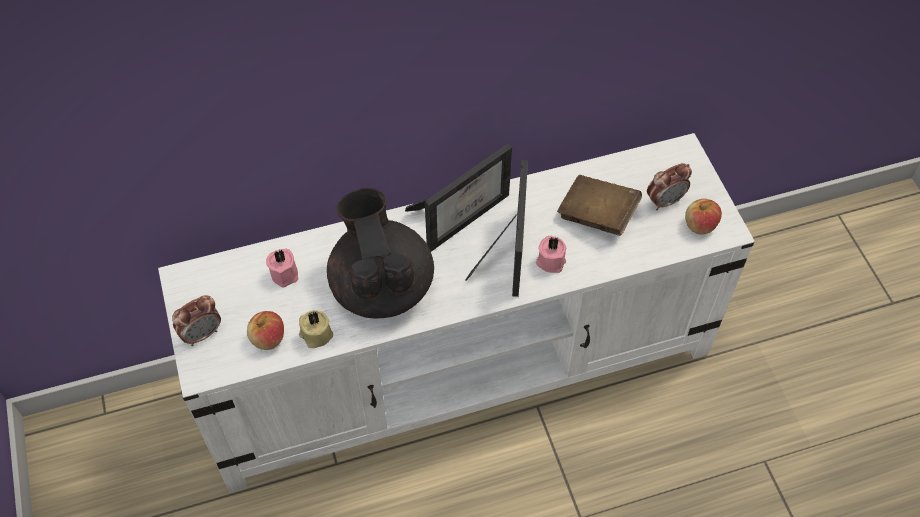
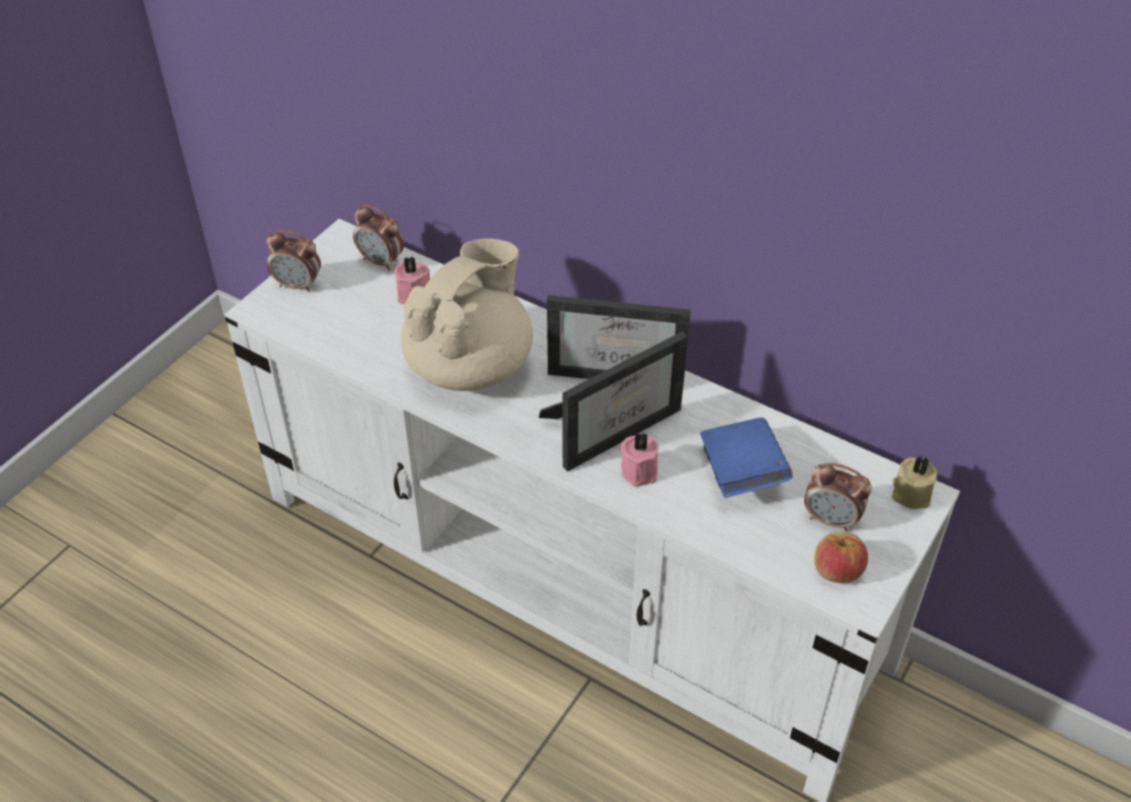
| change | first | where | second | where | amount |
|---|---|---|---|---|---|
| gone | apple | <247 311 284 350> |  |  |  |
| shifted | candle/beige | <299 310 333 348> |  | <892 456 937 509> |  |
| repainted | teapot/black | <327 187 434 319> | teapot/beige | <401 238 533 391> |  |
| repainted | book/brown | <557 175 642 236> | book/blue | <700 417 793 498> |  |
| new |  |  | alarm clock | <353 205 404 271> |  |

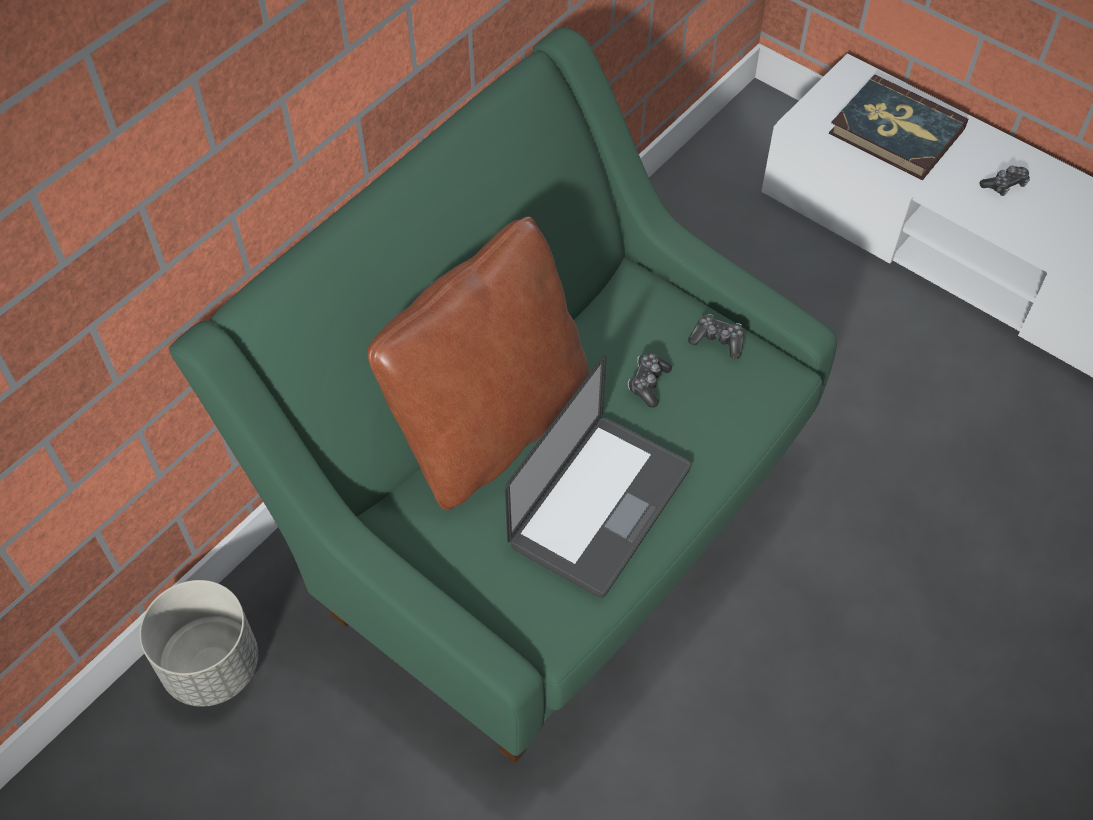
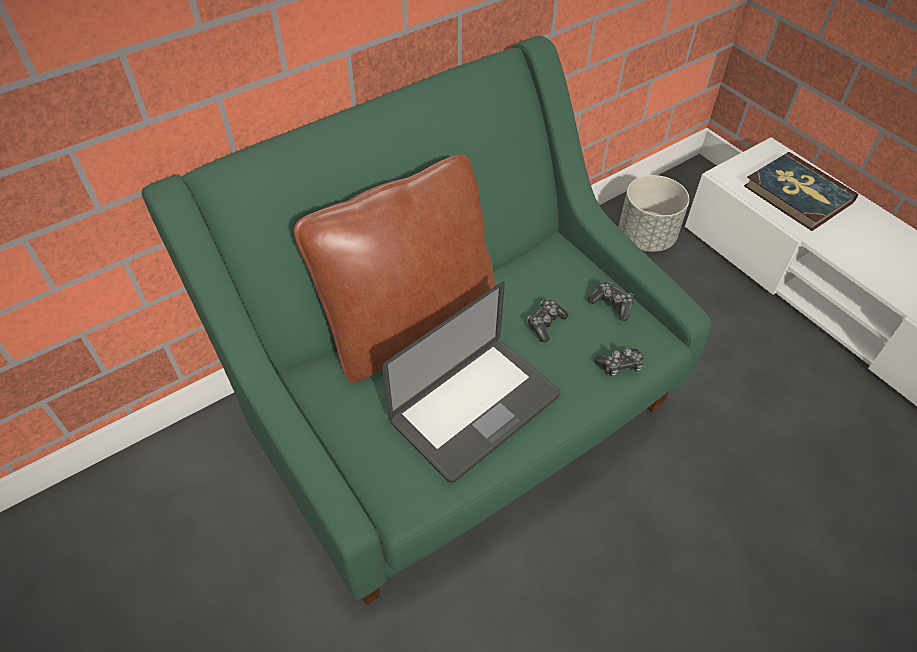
| change | first | where | second | where | amount |
|---|---|---|---|---|---|
| shifted | planter/grey | <139 580 258 707> |  | <619 175 689 252> |  |
| shifted | game controller | <979 166 1030 196> |  | <594 348 644 377> |  |

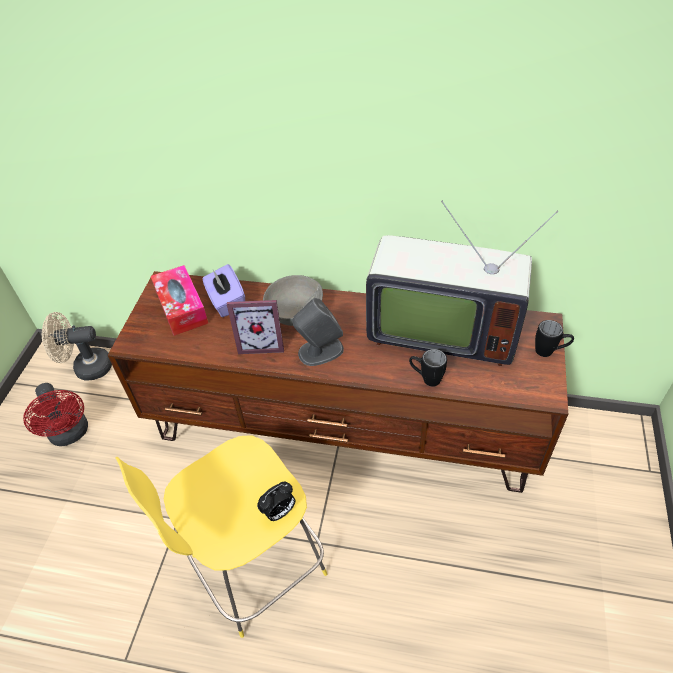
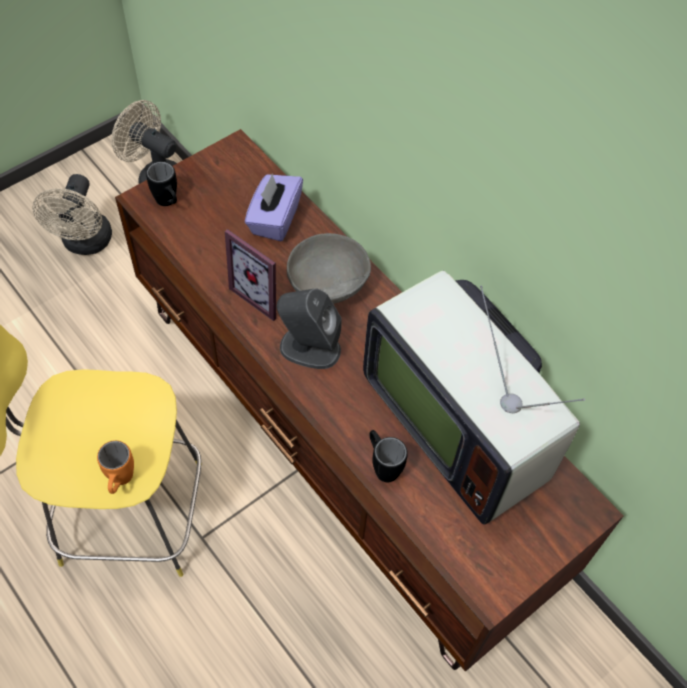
| change | first | where | second | where | amount |
|---|---|---|---|---|---|
| repainted | fan/red | <23 383 88 446> | fan/beige | <32 174 112 255> |  |
| gone | tissue box | <151 265 209 336> |  |  |  |
| swapped | alarm clock | <257 482 295 521> | mug/orange | <97 440 134 494> |  |
| shifted | mug/black | <535 320 574 357> |  | <146 162 177 206> |  |

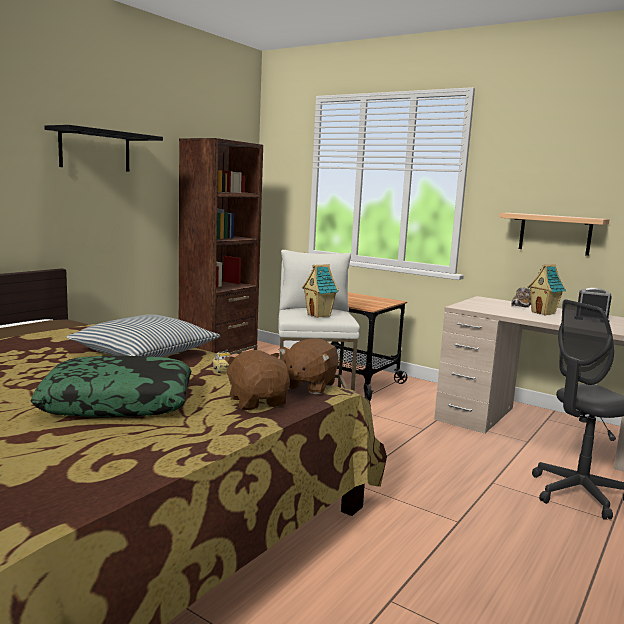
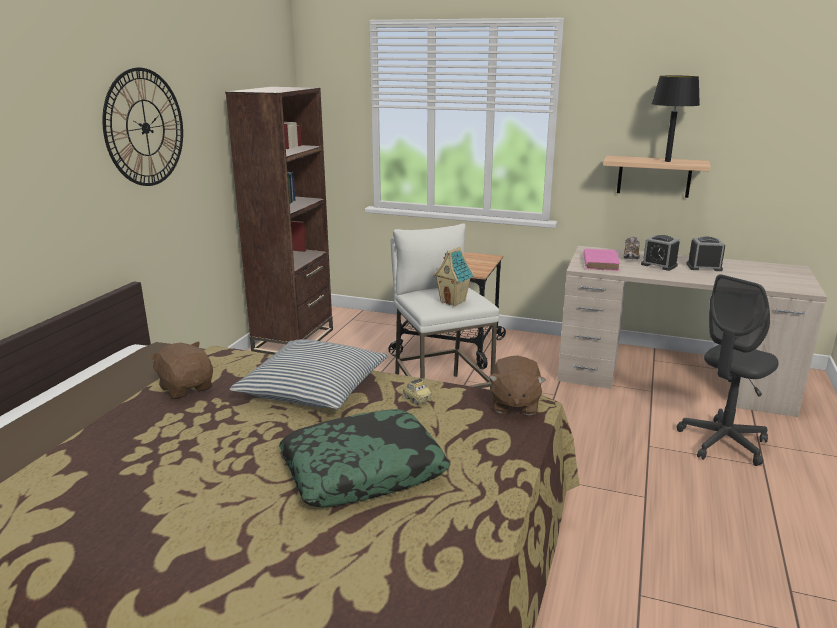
| change | first | where | second | where | amount |
|---|---|---|---|---|---|
| swapped | shelf/black | <44 125 163 172> | wall clock | <102 67 183 186> |  |
| shifted | plush toy/brown | <224 350 290 410> |  | <149 342 213 399> |  |
| swapped | toy house | <527 264 566 316> | alarm clock | <641 235 680 271> |  |
| new |  |  | book/pink | <583 249 620 271> |  |
| new |  |  | table lamp/black | <651 76 700 162> |  |

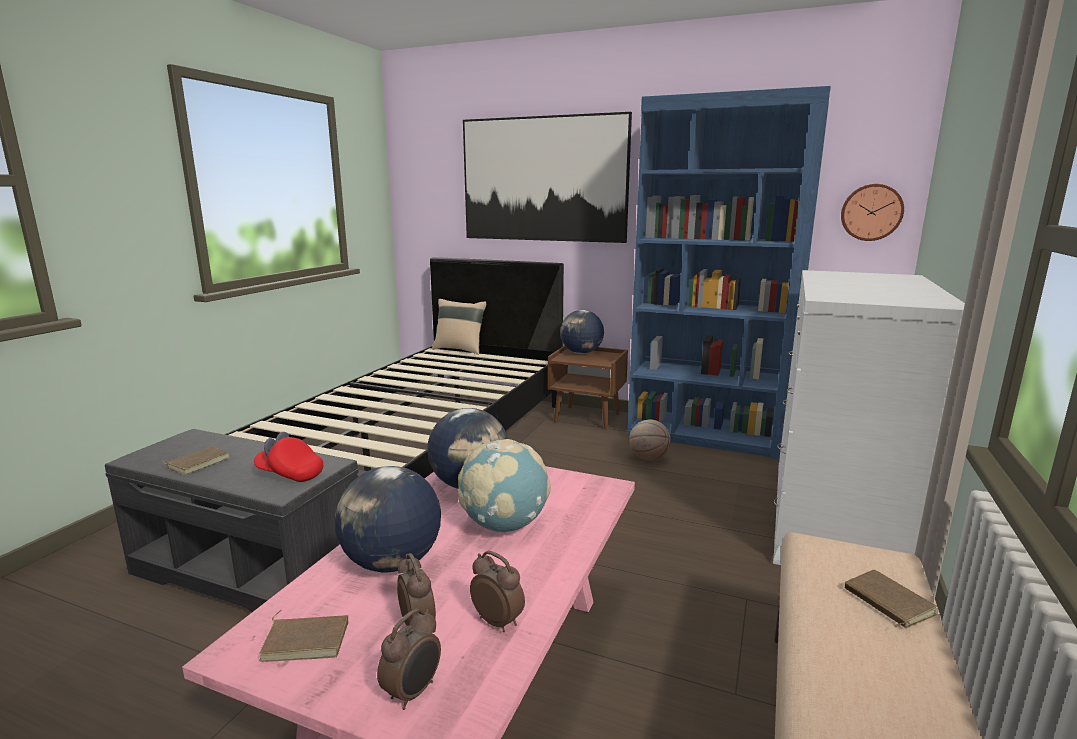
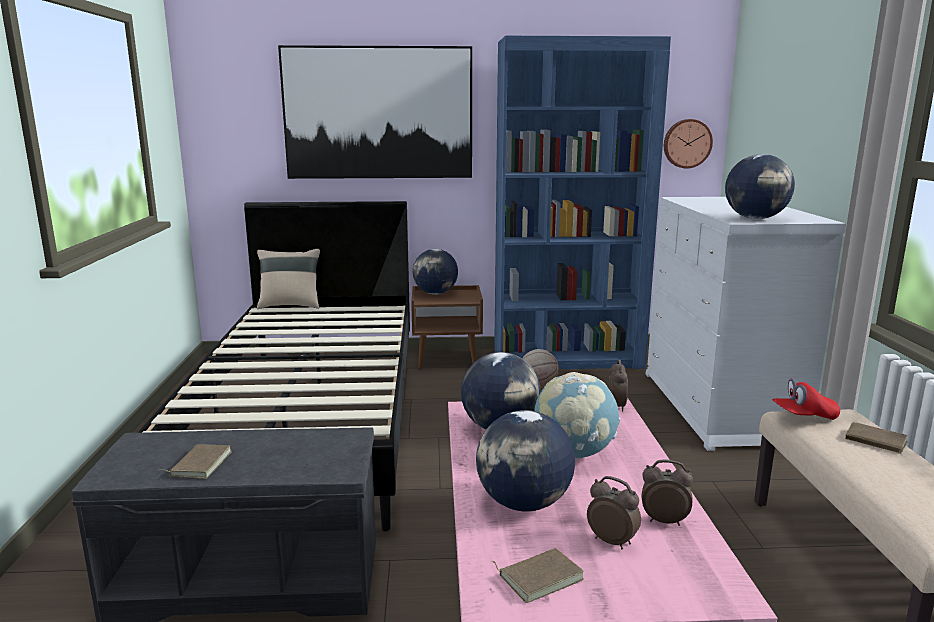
| change | first | where | second | where | amount |
|---|---|---|---|---|---|
| shifted | cap/red | <254 432 323 482> |  | <772 378 840 420> |  |
| shifted | alarm clock | <377 608 441 710> |  | <609 360 628 412> |  |
| new |  |  | globe | <725 154 795 219> |  |

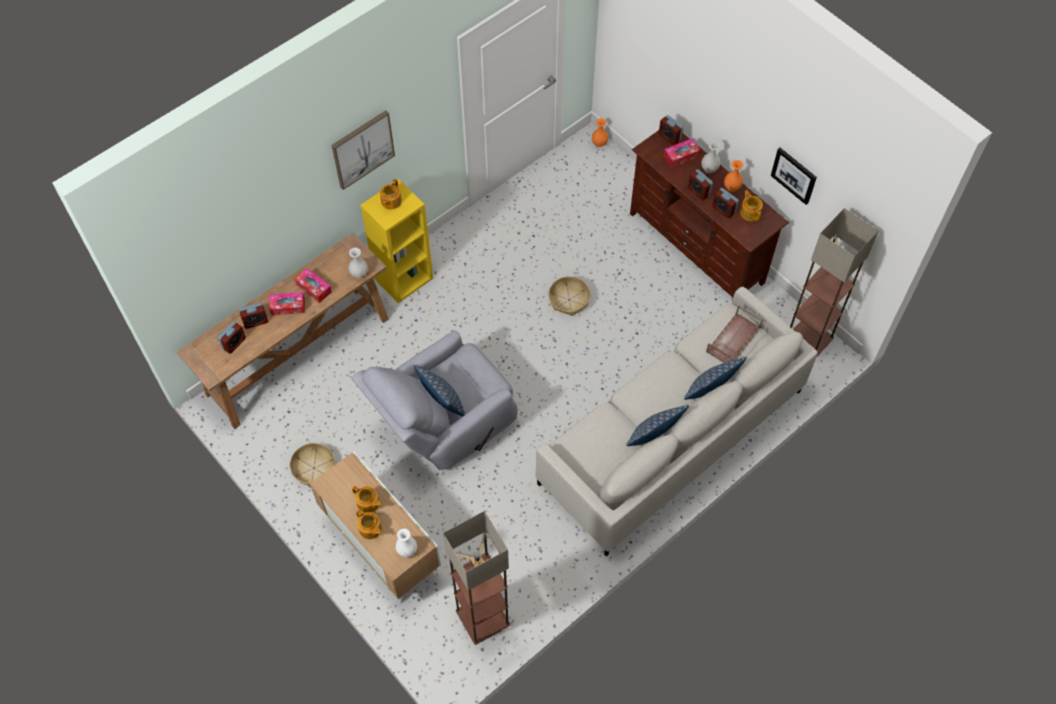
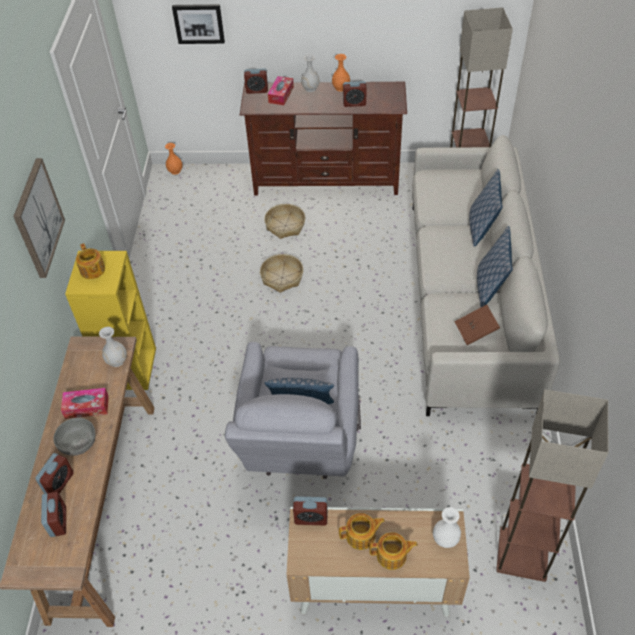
| change | first | where | second | where | amount |
|---|---|---|---|---|---|
| swapped | tissue box | <269 292 305 316> | bowl/grey | <53 418 95 456> |  |
| shifted | basket | <290 443 335 487> |  | <264 204 305 239> |  |
| shifted | alarm clock | <688 169 713 200> |  | <293 496 328 525> |  |
| gone | tray/brown | <706 305 763 363> |  |  |  |
| gone | teapot | <740 190 763 221> |  |  |  |
| shifted | picture | <771 148 817 205> |  | <172 4 225 44> |  |
| new |  |  | book/brown | <454 304 500 345> |  |

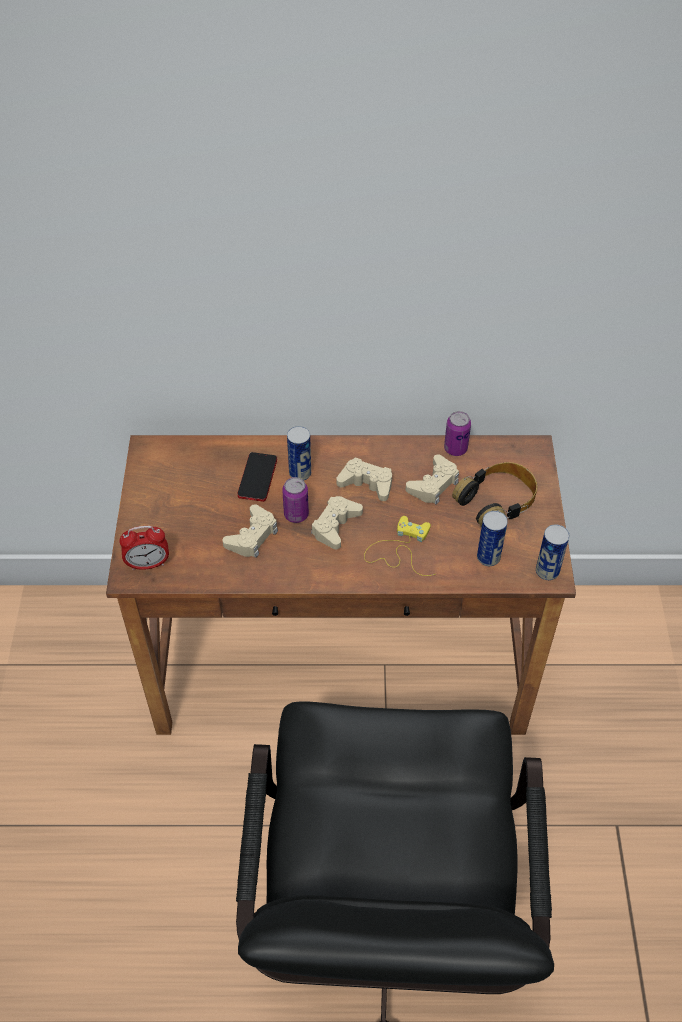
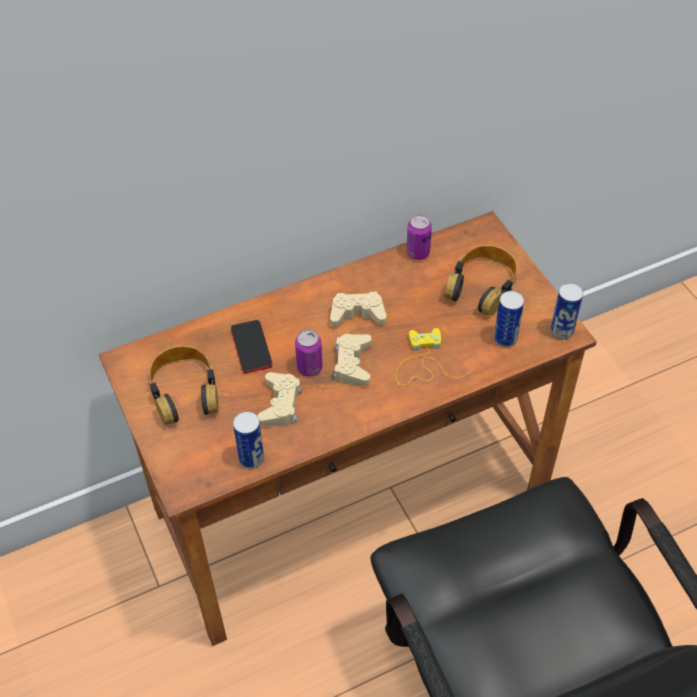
| change | first | where | second | where | amount |
|---|---|---|---|---|---|
| gone | alarm clock | <119 526 169 571> |  |  |  |
| shifted | can | <287 426 311 480> |  | <233 411 264 469> |  |
| gone | game controller/beige | <406 454 459 504> |  |  |  |
| new |  |  | headphones | <148 346 218 425> |  |

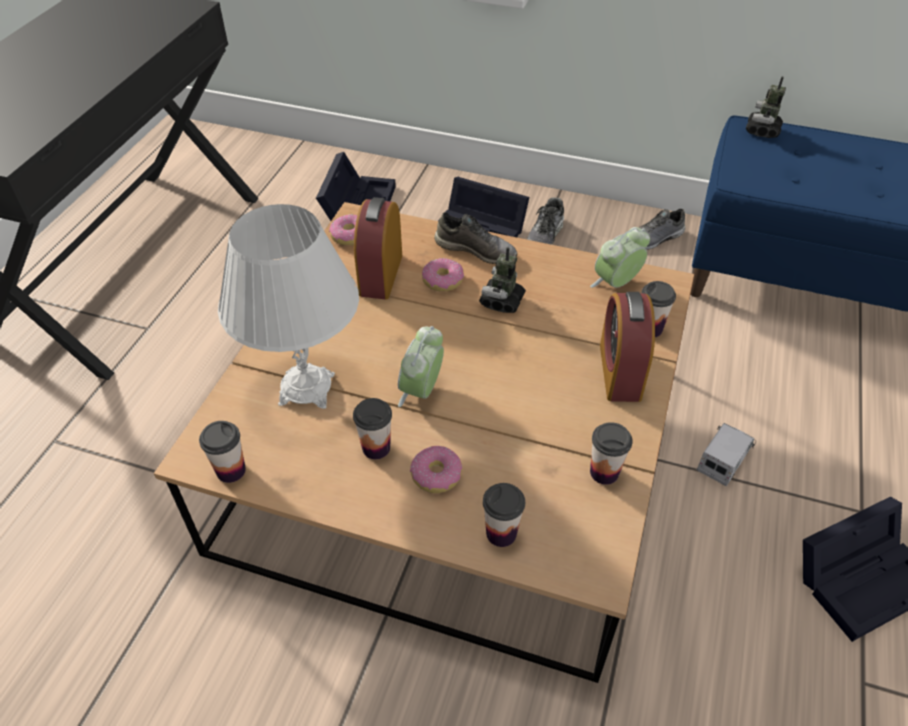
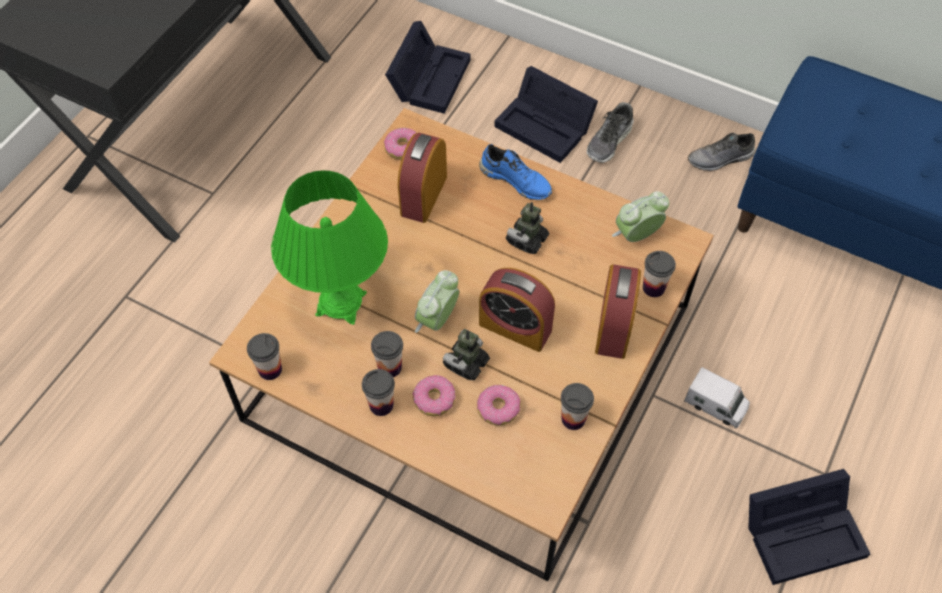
| change | first | where | second | where | amount |
|---|---|---|---|---|---|
| repainted | table lamp/white | <218 204 359 409> | table lamp/green | <271 170 388 325> |  |
| shifted | donut | <422 258 464 292> |  | <477 385 521 425> |  |
| repainted | shoe/grey | <434 212 517 264> | shoe/blue | <479 144 552 200> |  |
| shifted | cup | <483 483 525 547> |  | <362 369 395 416> |  |
| rotated | toy truck | <697 423 756 486> |  | <684 367 750 428> | 75 degrees clockwise |
| shifted | toy robot | <746 77 786 138> |  | <443 329 490 380> |  |
| new |  |  | alarm clock | <479 268 555 352> |  |

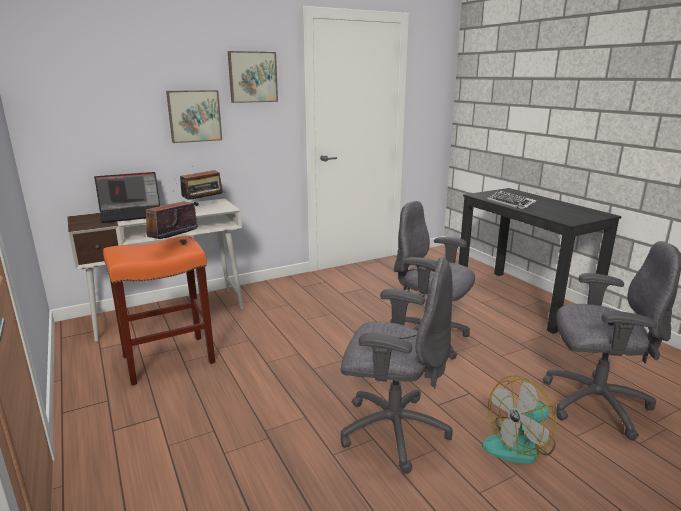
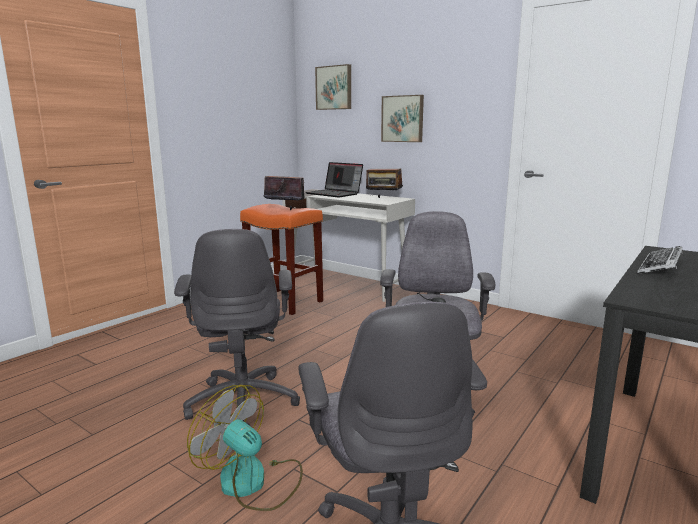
| change | first | where | second | where | amount |
|---|---|---|---|---|---|
| shifted | picture | <228 51 278 103> |  | <315 64 351 110> |  |

